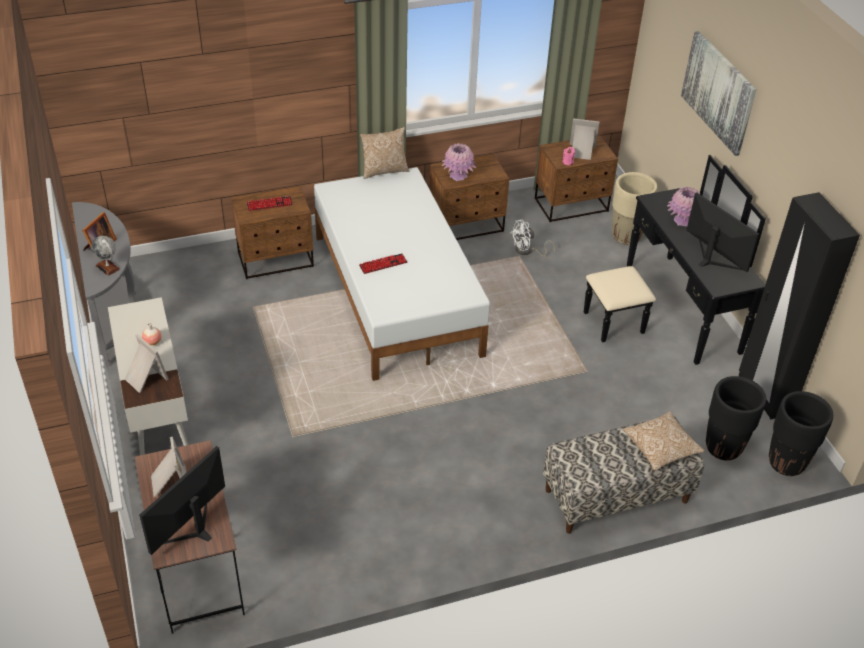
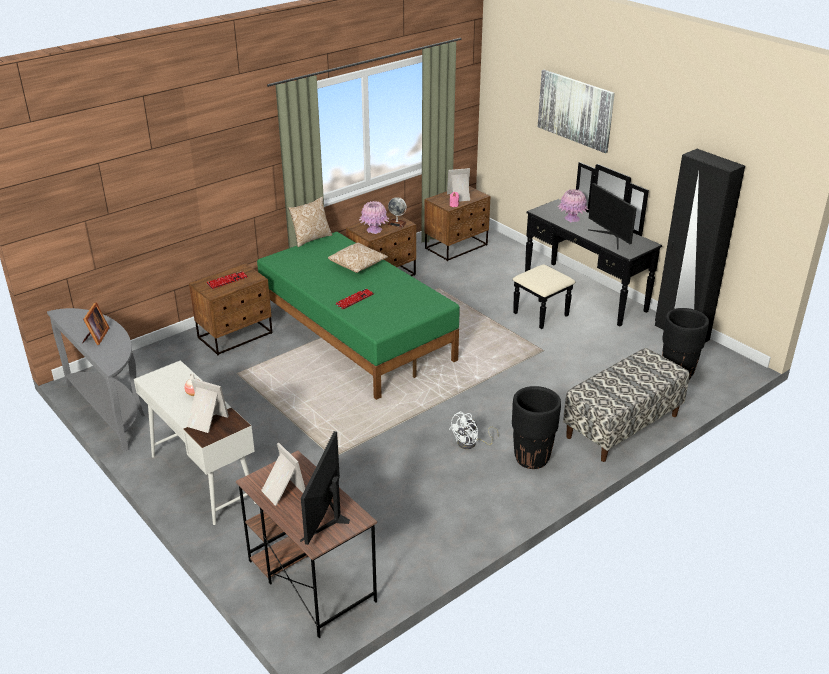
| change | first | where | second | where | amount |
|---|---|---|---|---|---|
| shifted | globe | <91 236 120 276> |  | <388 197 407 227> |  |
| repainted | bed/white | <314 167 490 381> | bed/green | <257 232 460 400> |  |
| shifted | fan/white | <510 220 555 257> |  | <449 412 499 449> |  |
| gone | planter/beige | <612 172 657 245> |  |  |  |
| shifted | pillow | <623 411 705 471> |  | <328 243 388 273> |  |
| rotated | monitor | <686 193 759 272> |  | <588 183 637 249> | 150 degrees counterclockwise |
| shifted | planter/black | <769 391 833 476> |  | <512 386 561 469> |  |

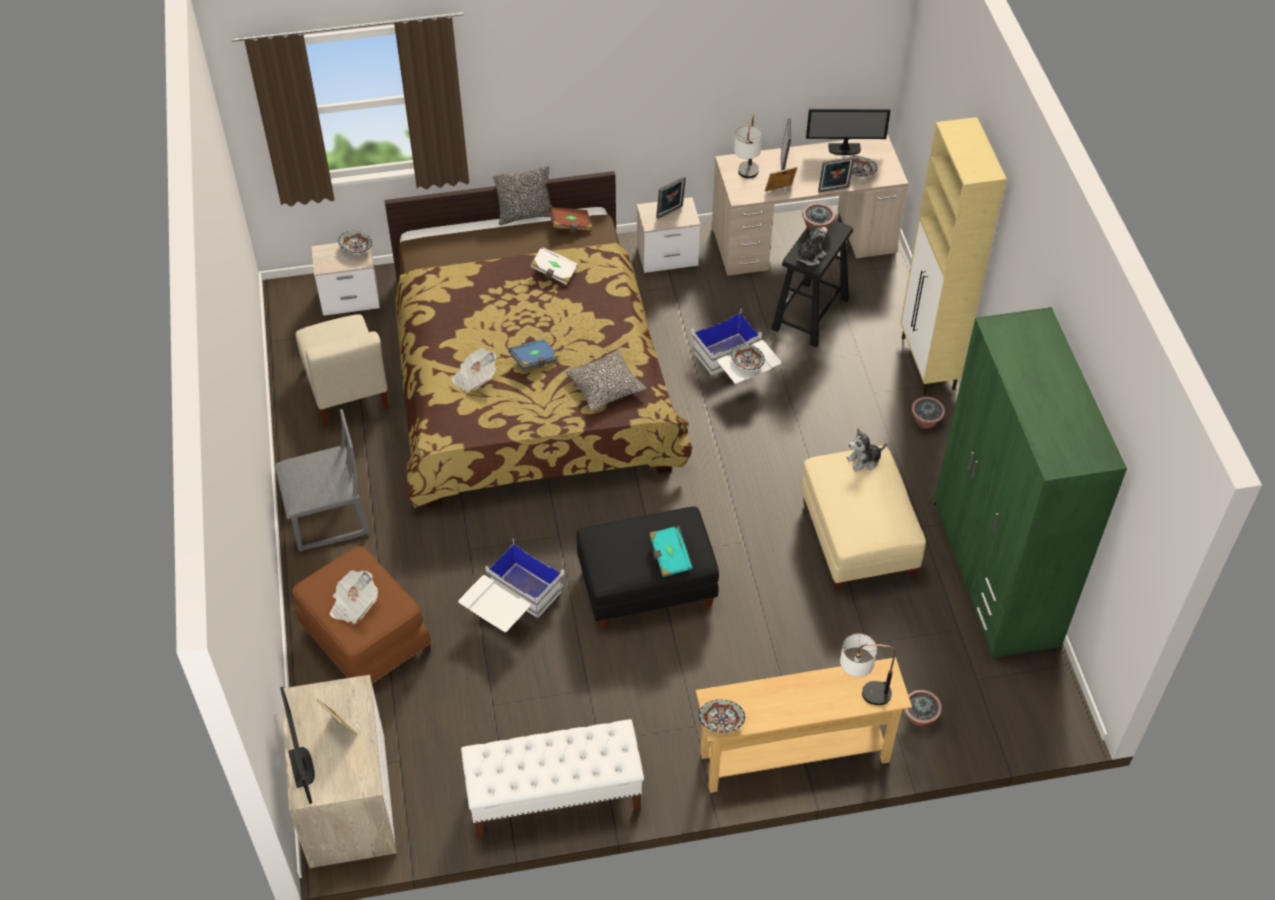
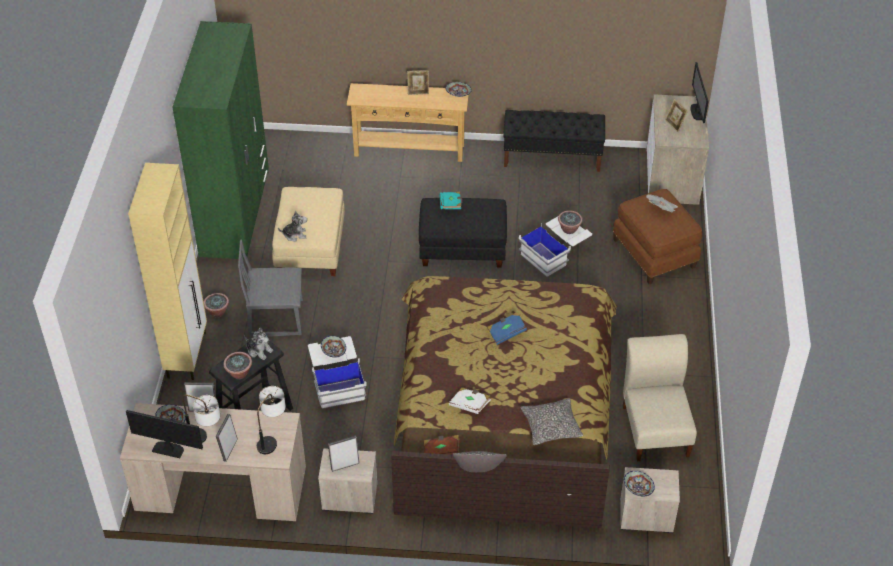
| change | first | where | second | where | amount |
|---|---|---|---|---|---|
| shifted | chair/grey | <274 409 370 552> |  | <238 240 303 337> |  |
| gone | newspaper | <452 348 497 393> |  |  |  |
| repainted | bench/white | <461 719 644 839> | bench/black | <503 110 605 172> |  |
| shifted | pillow | <565 350 647 412> |  | <520 398 583 445> |  |
| shifted | picture frame | <765 167 798 192> |  | <407 70 429 95> |  |
| rotated | plush toy | <796 224 828 266> |  | <244 328 273 360> | 120 degrees counterclockwise |
| shifted | table lamp | <840 634 896 705> |  | <182 394 220 443> |  |
| shifted | potted plant | <904 690 942 727> |  | <558 210 583 234> |  |

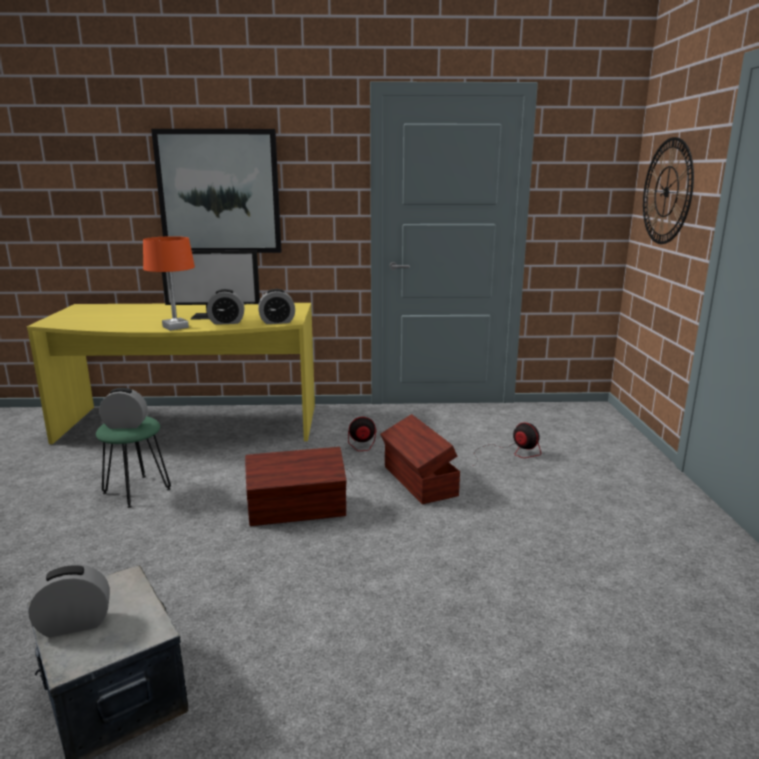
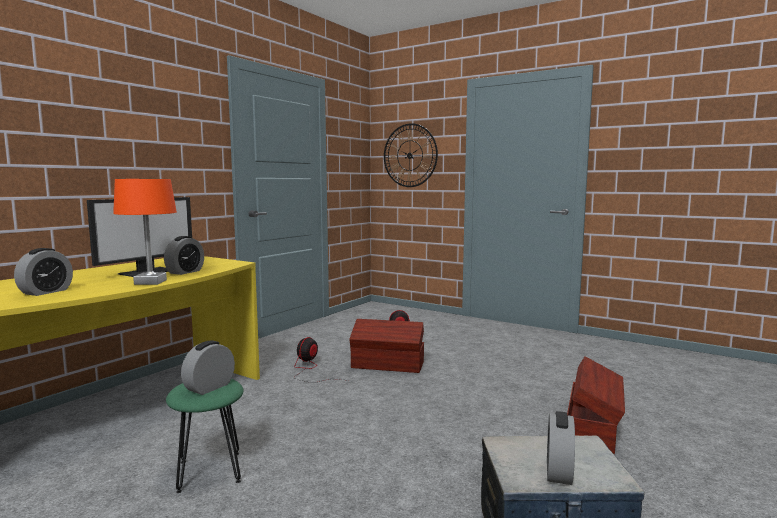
| change | first | where | second | where | amount |
|---|---|---|---|---|---|
| gone | picture | <151 129 282 253> |  |  |  |
| shifted | storage box/brown | <245 447 346 526> |  | <567 357 625 454> |  |
| shifted | alarm clock | <258 289 295 324> |  | <14 248 73 296> |  |

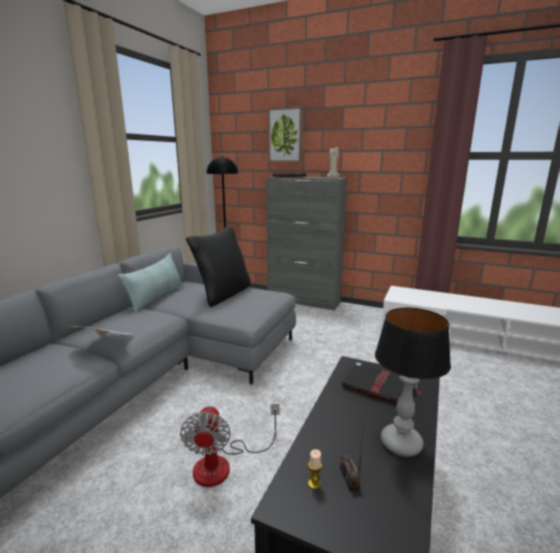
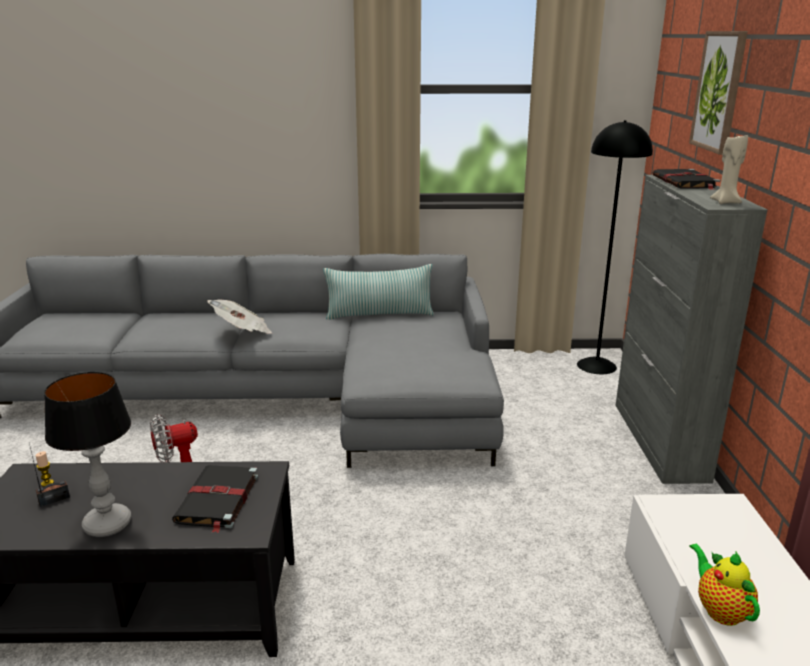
| change | first | where | second | where | amount |
|---|---|---|---|---|---|
| gone | pillow/black | <186 226 251 307> |  |  |  |
| new |  |  | teapot | <689 543 760 626> |  |

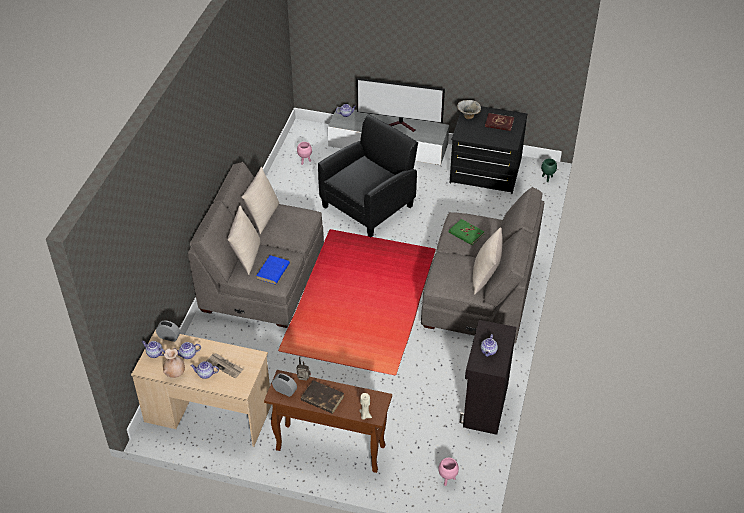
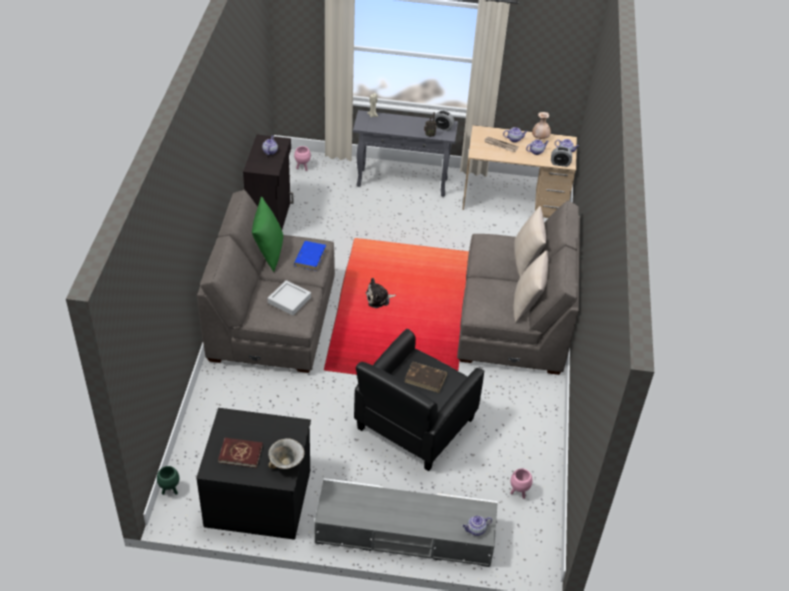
| change | first | where | second | where | amount |
|---|---|---|---|---|---|
| shifted | book/blue | <256 255 290 285> |  | <294 241 326 271> |  |
| repainted | console table/brown | <264 370 392 473> | console table/grey | <353 110 458 197> |  |
| shifted | book/brown | <301 380 344 414> |  | <405 362 447 393> |  |
| gone | television | <357 78 445 132> |  |  |  |
| swapped | book/green | <449 219 485 245> | tray/grey | <268 280 311 316> |  |
| repainted | pillow/beige | <473 227 503 295> | pillow/green | <252 197 283 272> |  |
| new |  |  | plush toy | <366 278 396 308> |  |

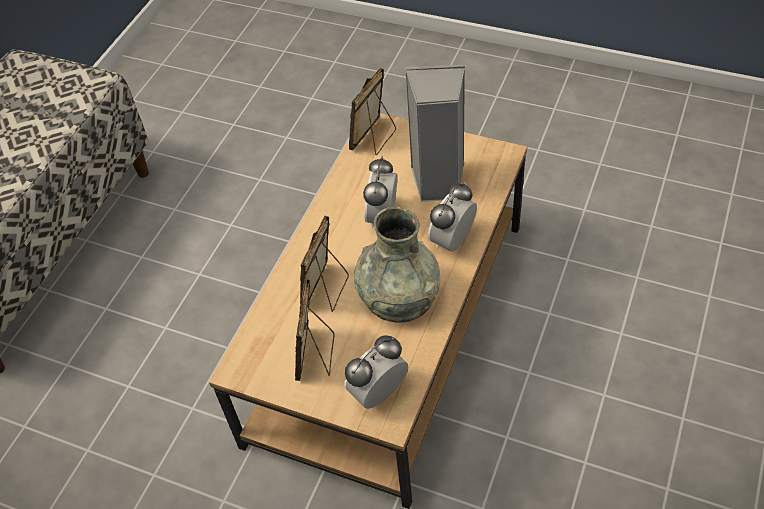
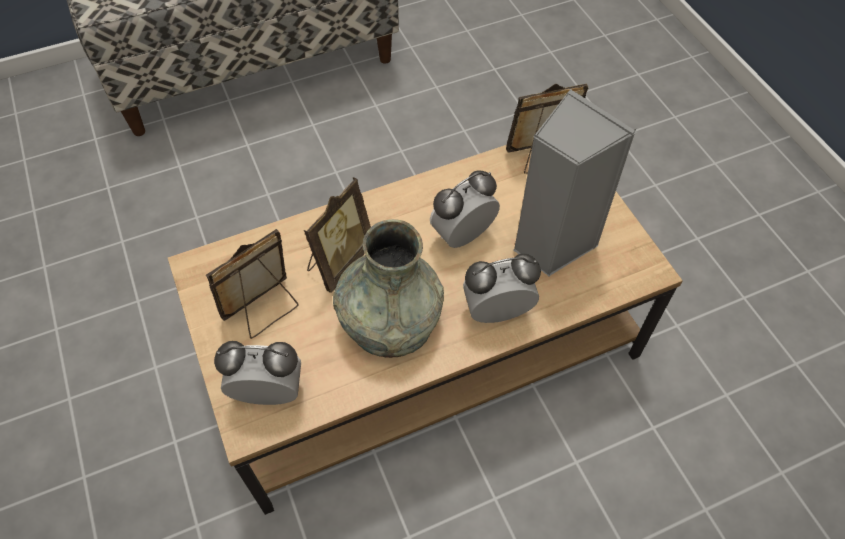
| change | first | where | second | where | amount |
|---|---|---|---|---|---|
| rotated | picture frame | <300 216 349 312> |  | <304 177 371 293> | 150 degrees clockwise |

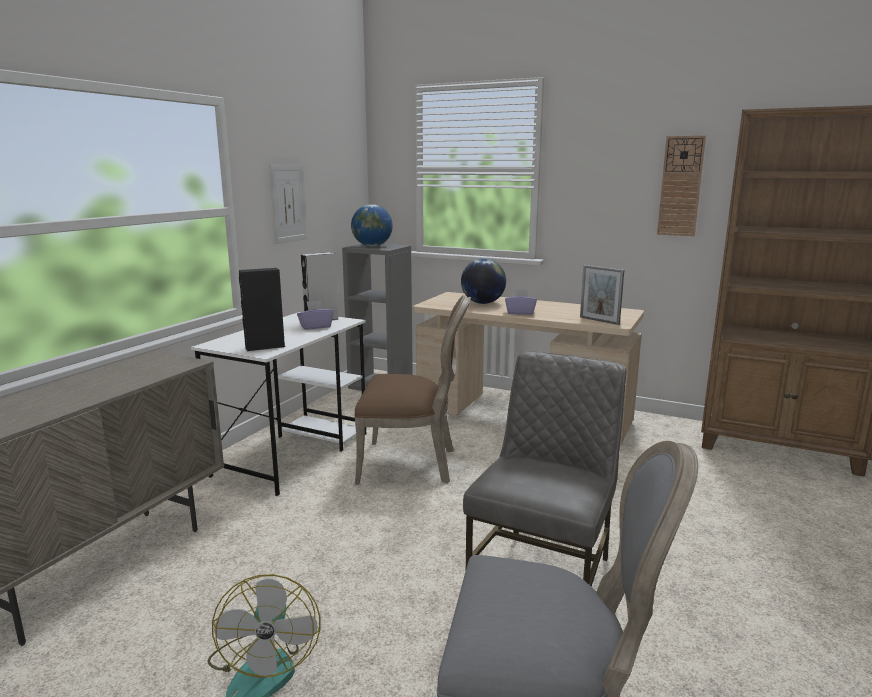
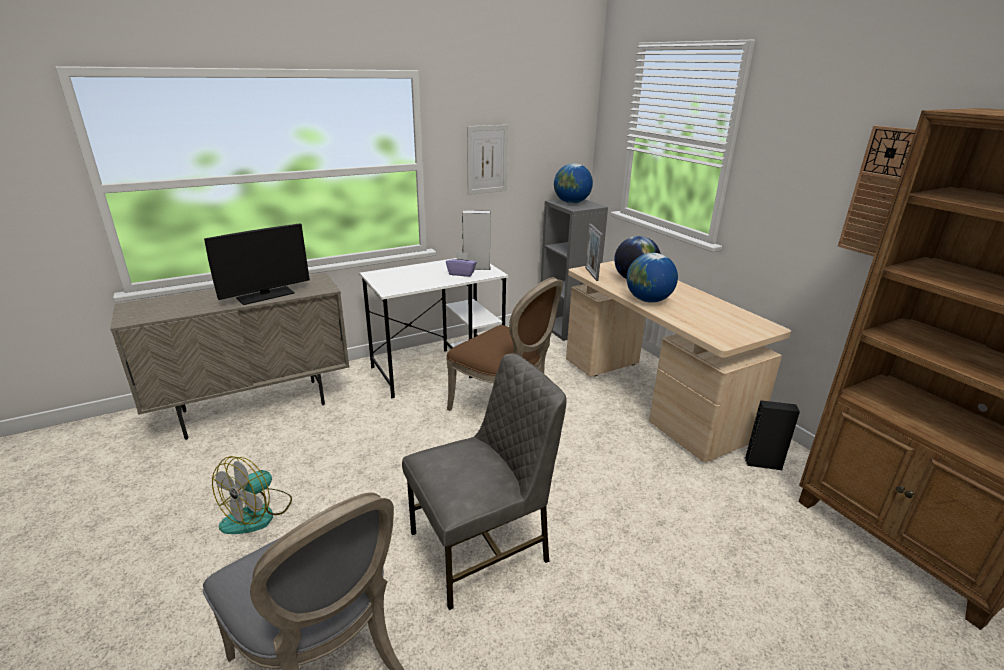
| change | first | where | second | where | amount |
|---|---|---|---|---|---|
| shifted | speaker/black | <239 268 285 351> |  | <744 400 800 471> |  |
| swapped | tissue box/purple | <505 289 537 315> | globe | <627 253 678 303> |  |
| shifted | picture frame | <580 265 624 325> |  | <585 224 603 281> |  |
| new |  |  | monitor | <204 223 310 305> |  |

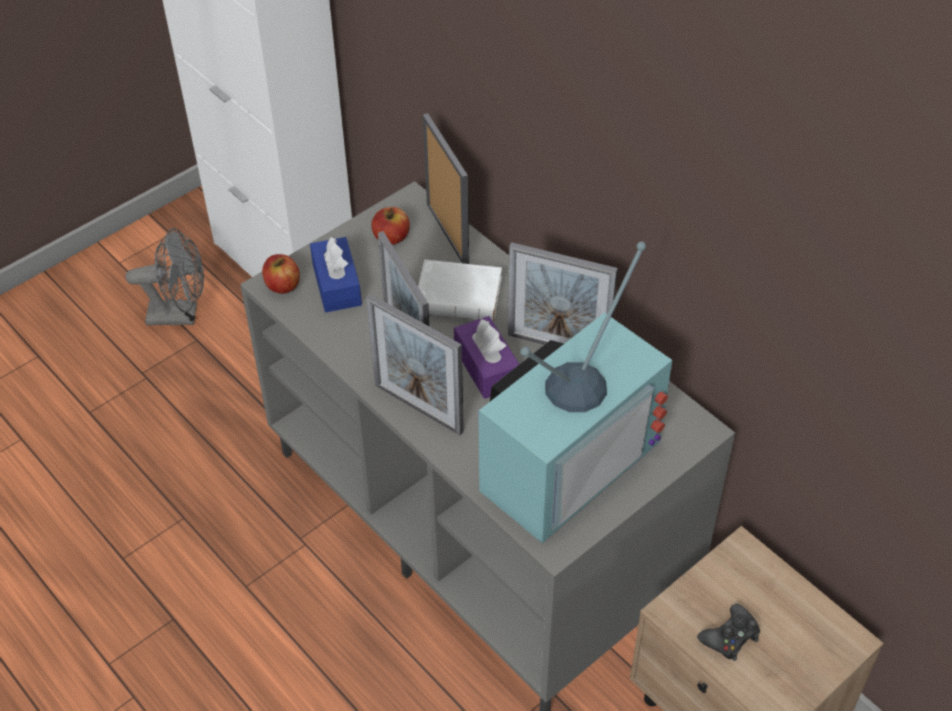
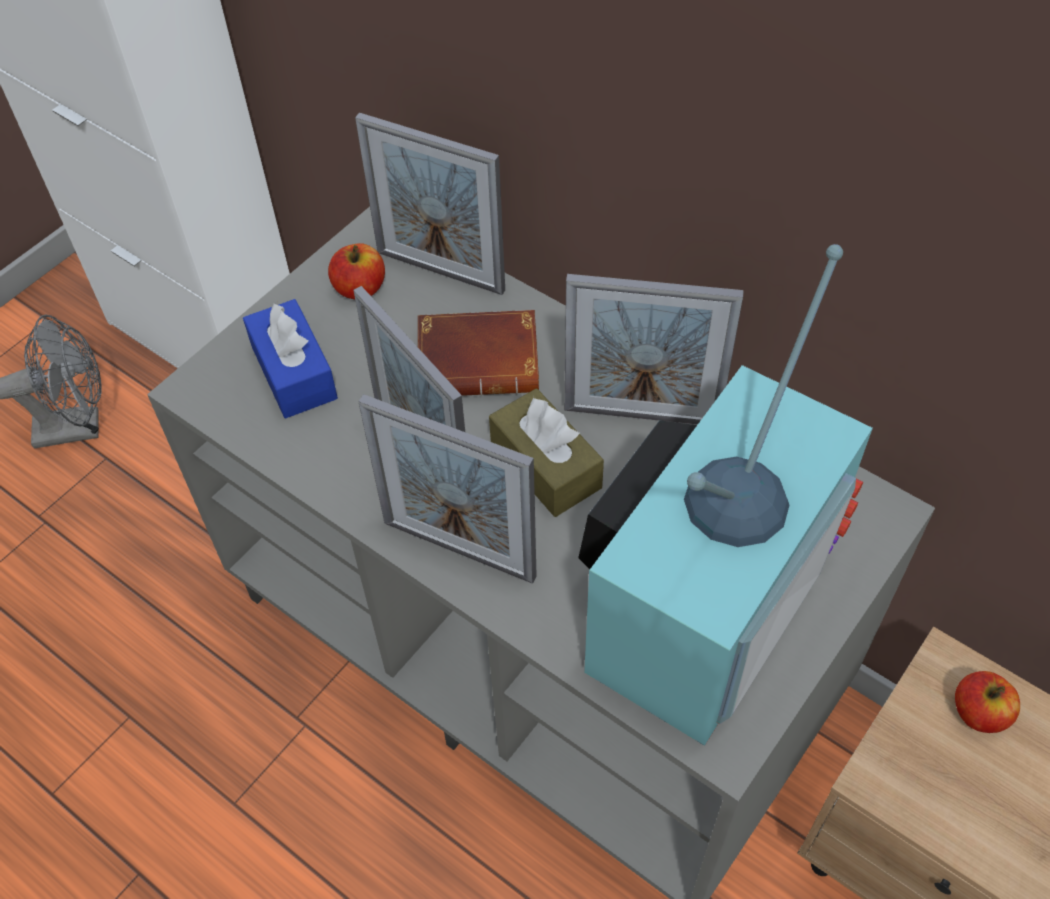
| change | first | where | second | where | amount |
|---|---|---|---|---|---|
| shifted | apple | <262 254 300 294> |  | <955 671 1020 733> |  |
| repainted | book/white | <418 260 502 321> | book/brown | <418 310 539 396> |  |
| rotated | picture frame | <423 113 469 264> |  | <355 113 505 295> | 150 degrees clockwise |
| repainted | tissue box/purple | <454 316 519 399> | tissue box/brown | <489 389 604 517> |  |
| gone | game controller/black | <697 604 760 661> |  |  |  |

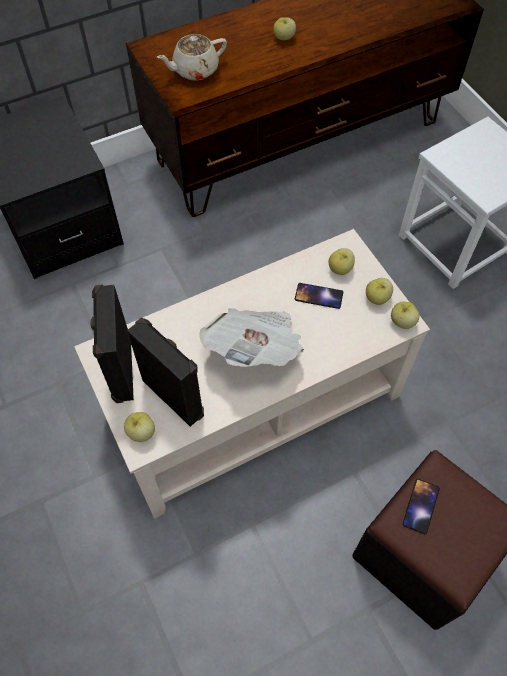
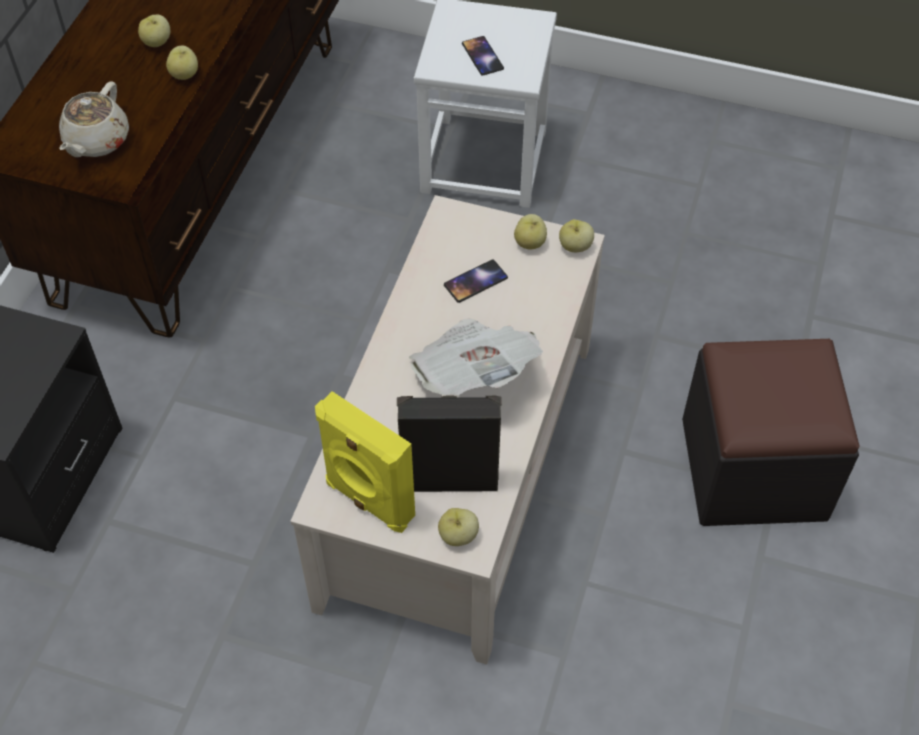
| change | first | where | second | where | amount |
|---|---|---|---|---|---|
| repainted | speaker/black | <91 284 134 403> | speaker/yellow | <315 391 415 533> |  |
| shifted | apple | <329 248 355 275> |  | <166 46 198 80> |  |
| shifted | phone | <403 479 440 534> |  | <462 36 504 76> |  |

